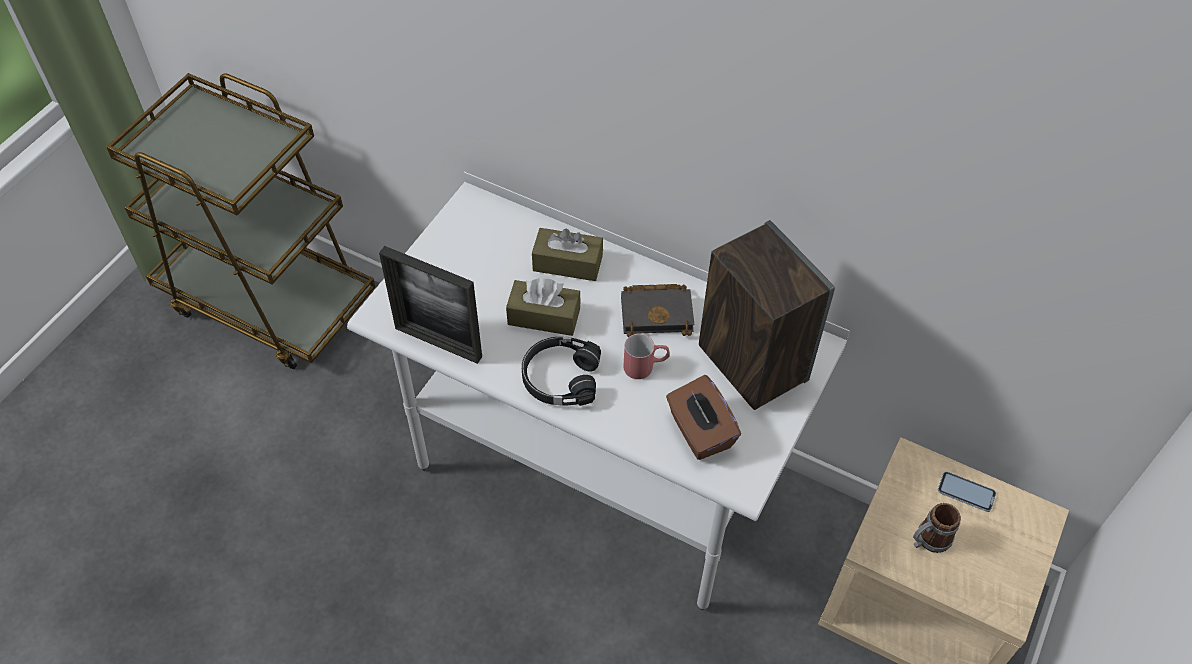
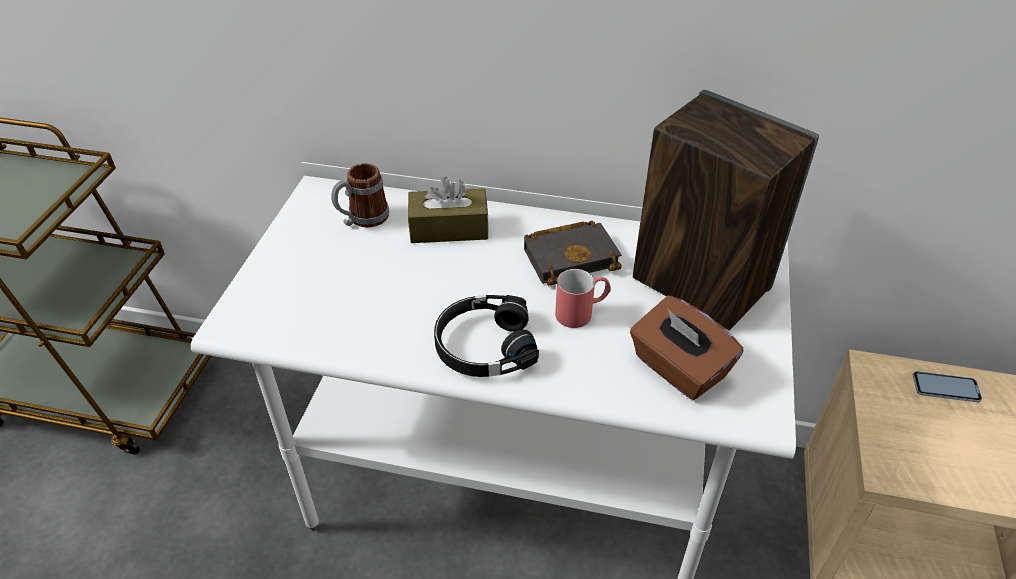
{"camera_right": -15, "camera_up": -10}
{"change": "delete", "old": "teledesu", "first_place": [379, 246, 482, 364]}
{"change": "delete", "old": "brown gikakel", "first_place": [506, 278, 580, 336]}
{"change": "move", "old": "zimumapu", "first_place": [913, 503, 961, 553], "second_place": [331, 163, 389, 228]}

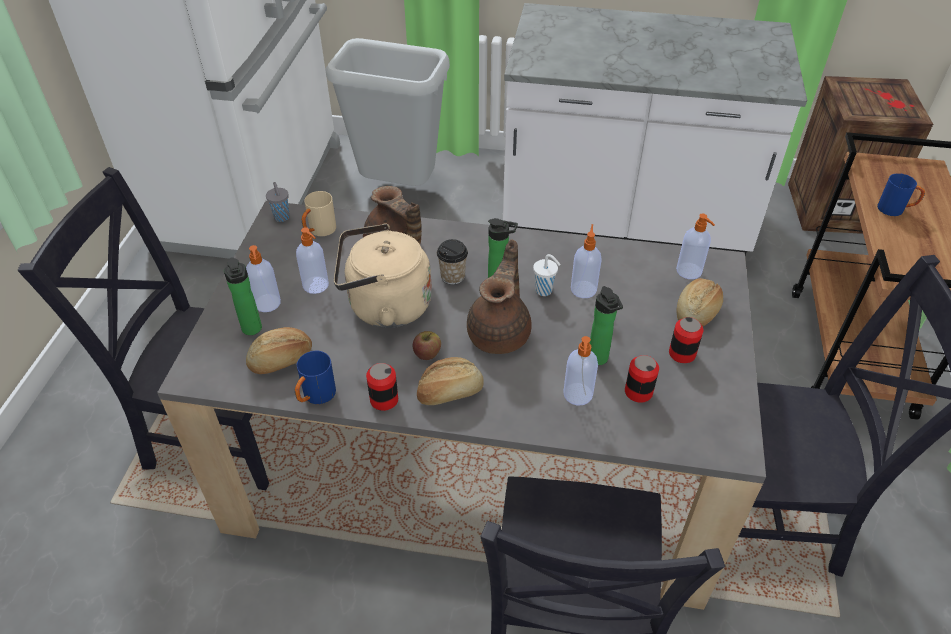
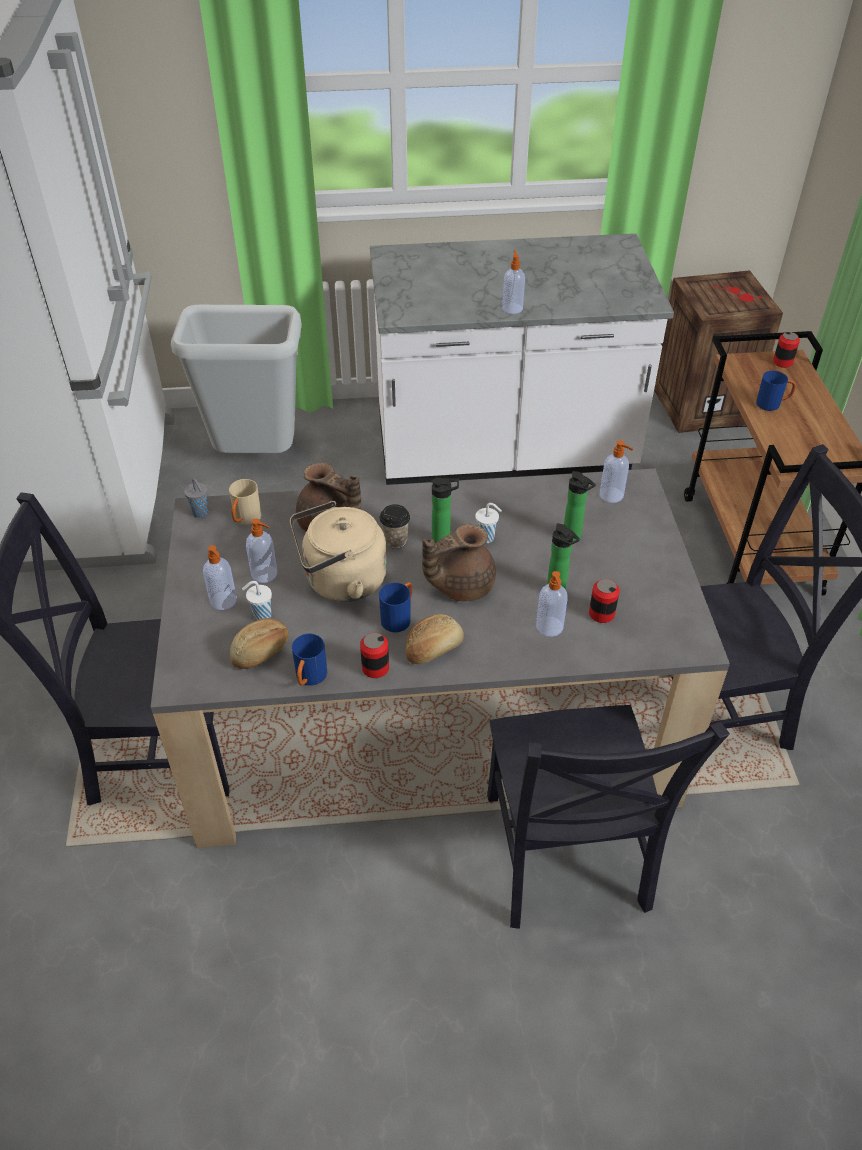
{"camera_right": -15, "camera_up": 0}
{"change": "move", "old": "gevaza", "first_place": [224, 257, 262, 335], "second_place": [564, 471, 596, 542]}
{"change": "replace", "old": "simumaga", "new": "blue zimumapu", "first_place": [413, 331, 441, 360], "second_place": [379, 582, 412, 632]}
{"change": "rotate", "old": "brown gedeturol", "first_place": [467, 239, 532, 354], "second_place": [422, 524, 496, 602], "degrees": -120}
{"change": "move", "old": "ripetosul", "first_place": [571, 224, 602, 298], "second_place": [502, 250, 525, 314]}
{"change": "move", "old": "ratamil", "first_place": [669, 317, 703, 363], "second_place": [773, 332, 800, 368]}
{"change": "delete", "old": "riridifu", "first_place": [677, 278, 723, 326]}
{"change": "insert", "new": "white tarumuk", "second_place": [242, 581, 272, 621]}

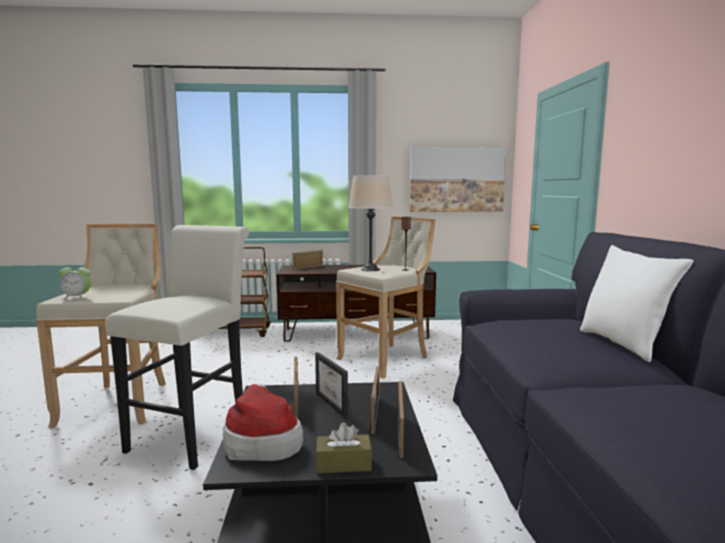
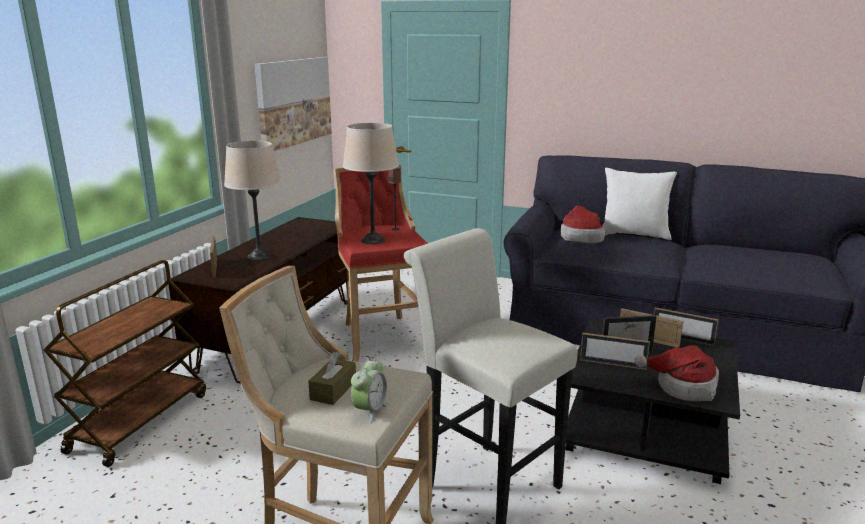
{"camera_right": -65, "camera_up": 10}
{"change": "move", "old": "brown gikakel", "first_place": [316, 422, 372, 474], "second_place": [308, 351, 356, 405]}
{"change": "recolor", "old": "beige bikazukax", "new": "red bikazukax", "first_place": [336, 217, 436, 379], "second_place": [335, 164, 428, 362]}
{"change": "insert", "new": "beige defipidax", "second_place": [224, 141, 281, 260]}
{"change": "insert", "new": "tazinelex", "second_place": [561, 206, 605, 243]}

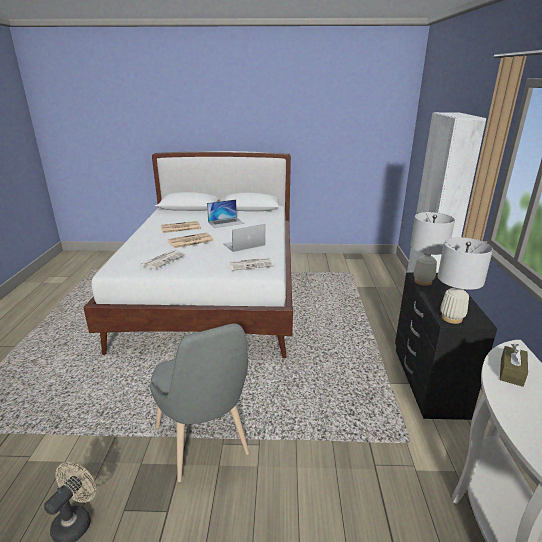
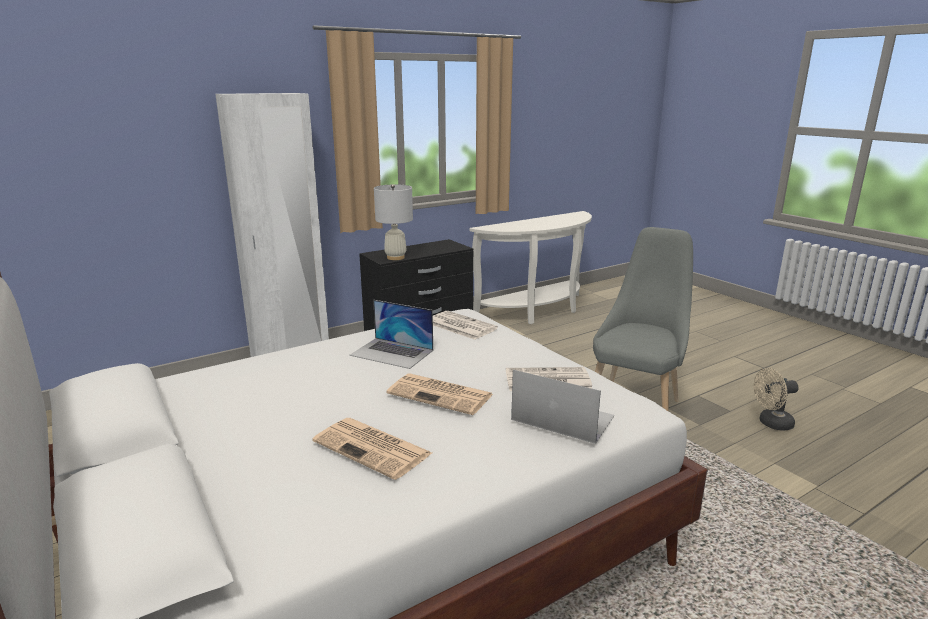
{"camera_right": -125, "camera_up": -5}
{"change": "move", "old": "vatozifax", "first_place": [207, 199, 244, 228], "second_place": [511, 370, 615, 444]}
{"change": "delete", "old": "white defipidax", "first_place": [438, 237, 493, 324]}
{"change": "delete", "old": "brown gikakel", "first_place": [500, 344, 528, 387]}

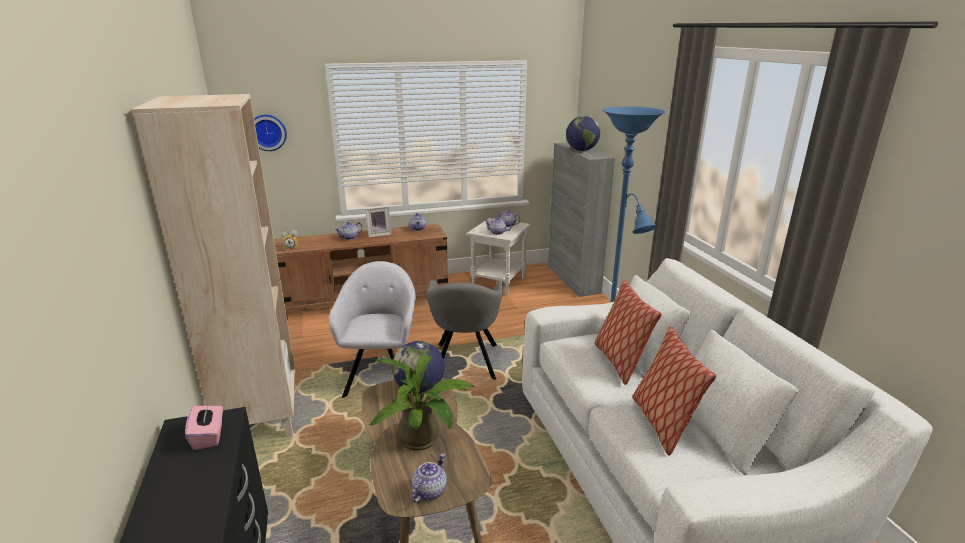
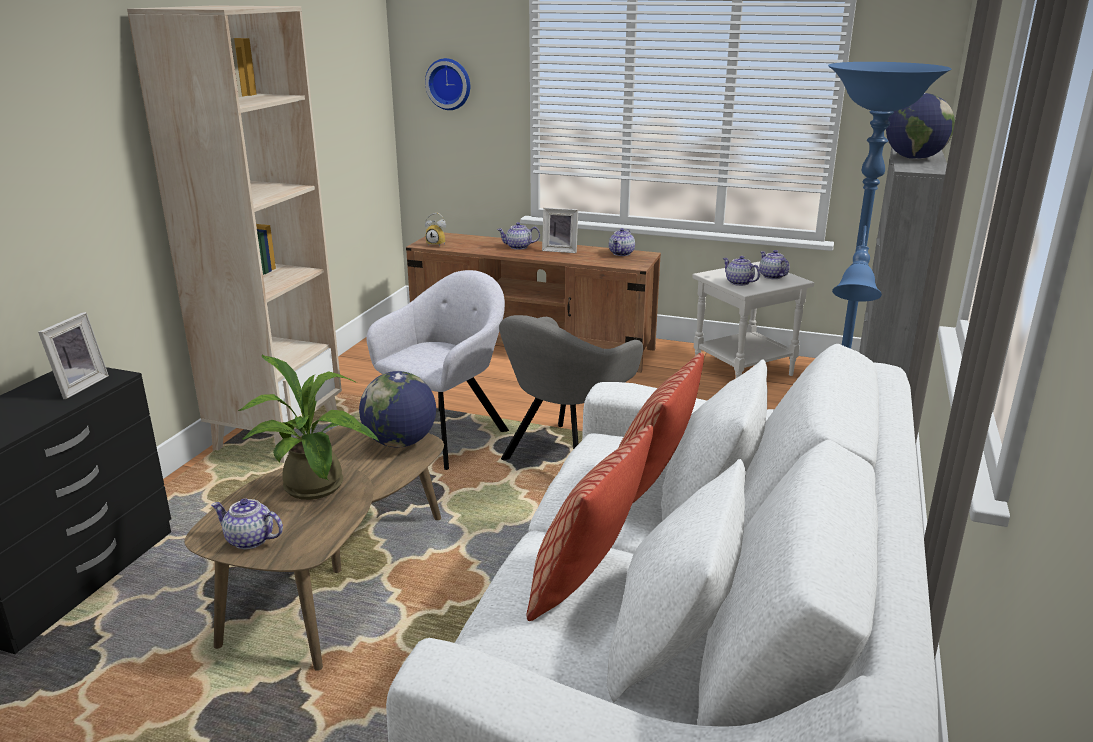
{"camera_right": 35, "camera_up": 0}
{"change": "replace", "old": "pink gikakel", "new": "teledesu", "first_place": [185, 402, 223, 450], "second_place": [38, 312, 109, 399]}
{"change": "rotate", "old": "gedeturol", "first_place": [411, 454, 447, 503], "second_place": [211, 498, 283, 549], "degrees": -135}

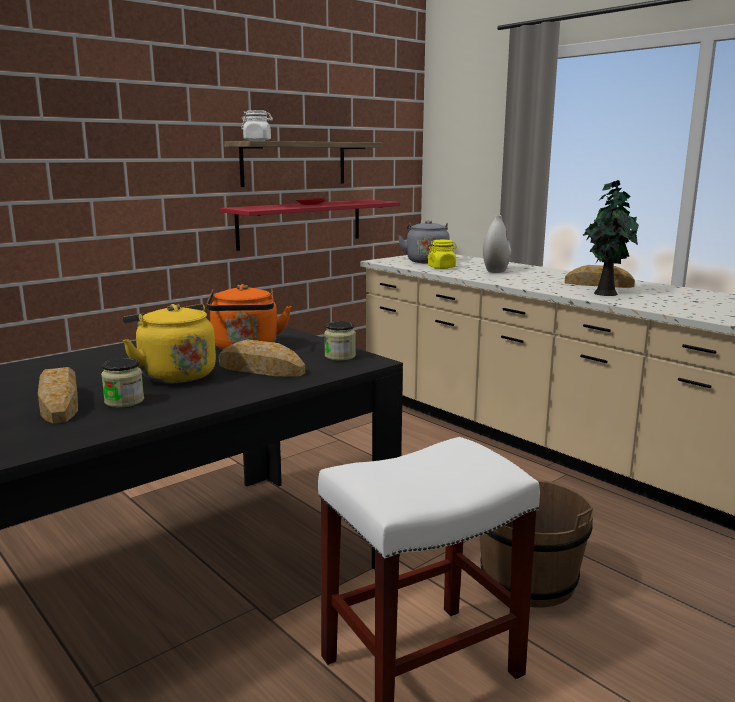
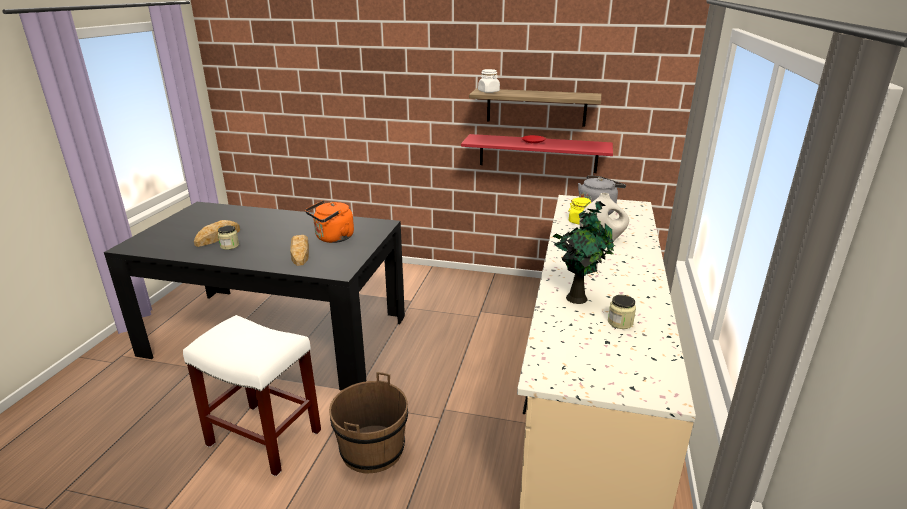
{"camera_right": 55, "camera_up": 10}
{"change": "delete", "old": "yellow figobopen", "first_place": [122, 304, 216, 383]}
{"change": "move", "old": "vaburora", "first_place": [324, 321, 356, 361], "second_place": [608, 295, 636, 329]}
{"change": "delete", "old": "riridifu", "first_place": [565, 265, 635, 288]}

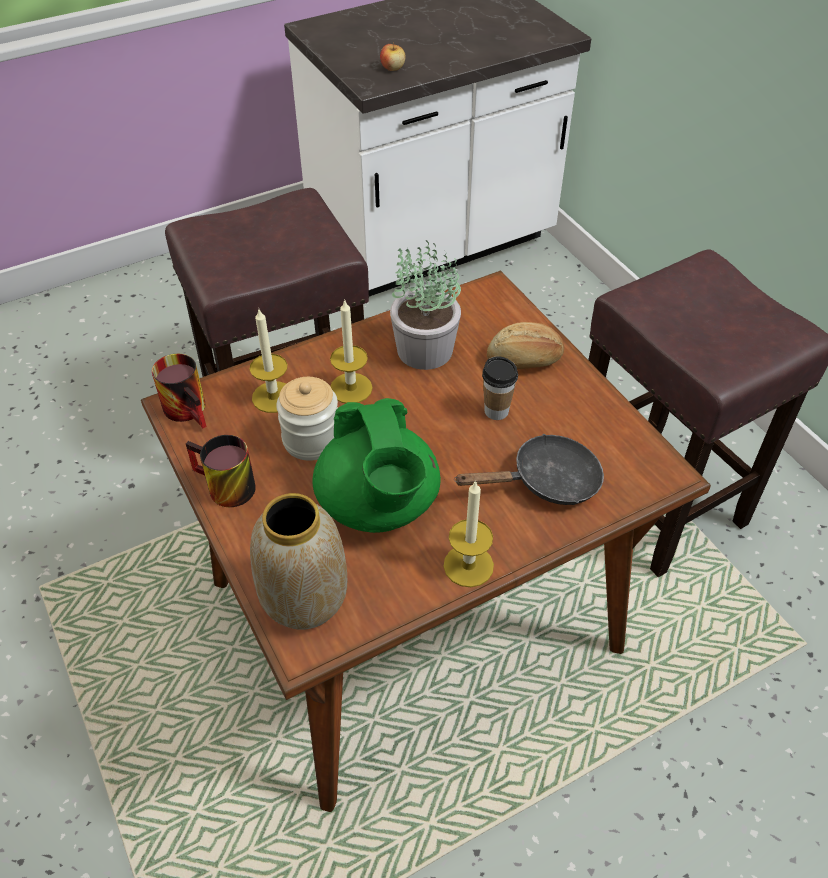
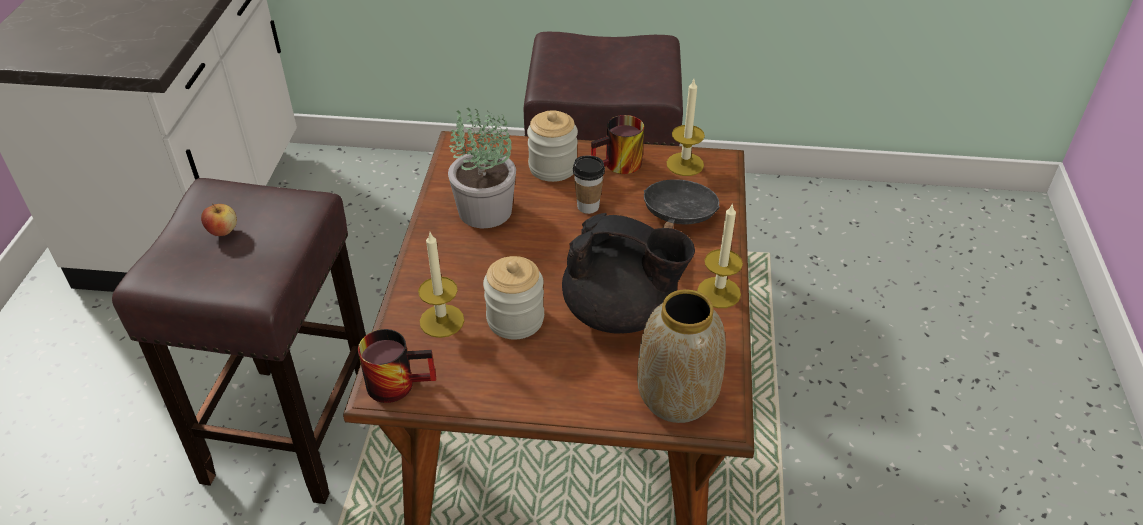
{"camera_right": -55, "camera_up": -5}
{"change": "move", "old": "zimumapu", "first_place": [186, 435, 256, 507], "second_place": [591, 115, 644, 174]}
{"change": "recolor", "old": "green gedeturol", "new": "black gedeturol", "first_place": [313, 398, 441, 533], "second_place": [562, 213, 695, 333]}
{"change": "move", "old": "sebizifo", "first_place": [330, 299, 373, 403], "second_place": [667, 79, 705, 176]}
{"change": "move", "old": "simumaga", "first_place": [380, 42, 406, 71], "second_place": [201, 203, 237, 236]}
{"change": "replace", "old": "riridifu", "new": "vaburora", "first_place": [487, 322, 565, 369], "second_place": [527, 110, 578, 182]}

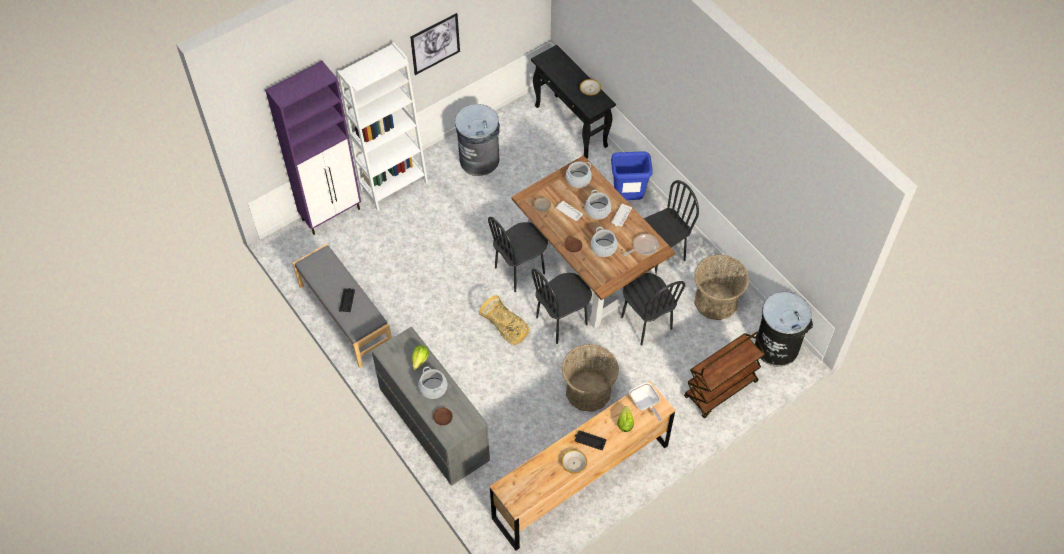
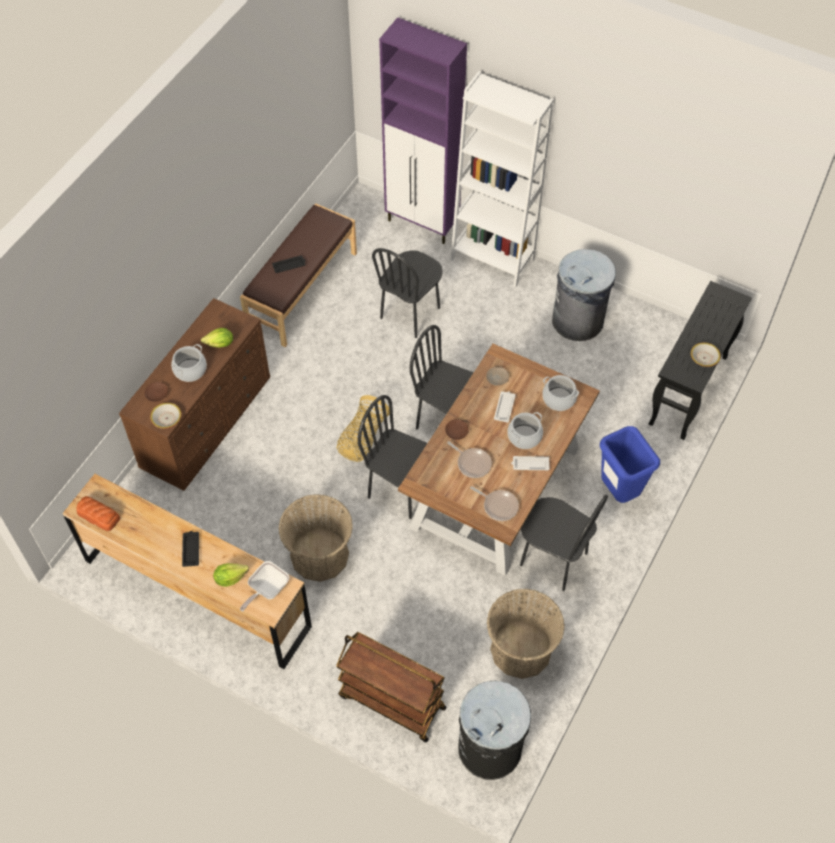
{"camera_right": 65, "camera_up": 0}
{"change": "recolor", "old": "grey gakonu", "new": "brown gakonu", "first_place": [293, 244, 392, 368], "second_place": [240, 203, 357, 347]}
{"change": "recolor", "old": "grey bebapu", "new": "brown bebapu", "first_place": [372, 326, 490, 486], "second_place": [119, 298, 270, 491]}
{"change": "delete", "old": "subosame", "first_place": [410, 13, 460, 75]}
{"change": "move", "old": "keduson", "first_place": [561, 450, 587, 474], "second_place": [150, 403, 181, 429]}
{"change": "replace", "old": "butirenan", "new": "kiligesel", "first_place": [591, 227, 618, 257], "second_place": [447, 441, 492, 478]}
{"change": "move", "old": "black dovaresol", "first_place": [621, 273, 685, 346], "second_place": [372, 248, 443, 338]}
{"change": "insert", "new": "riridifu", "second_place": [77, 496, 120, 531]}

